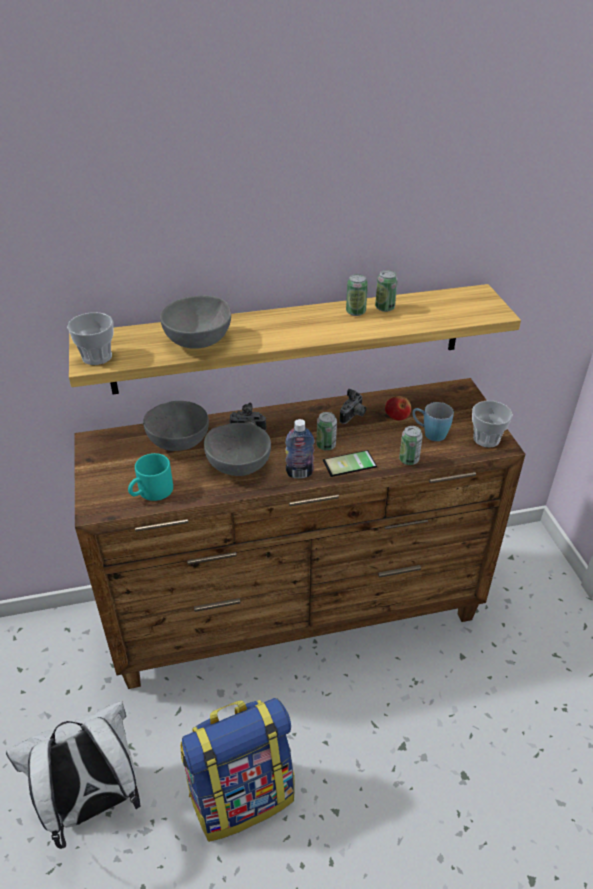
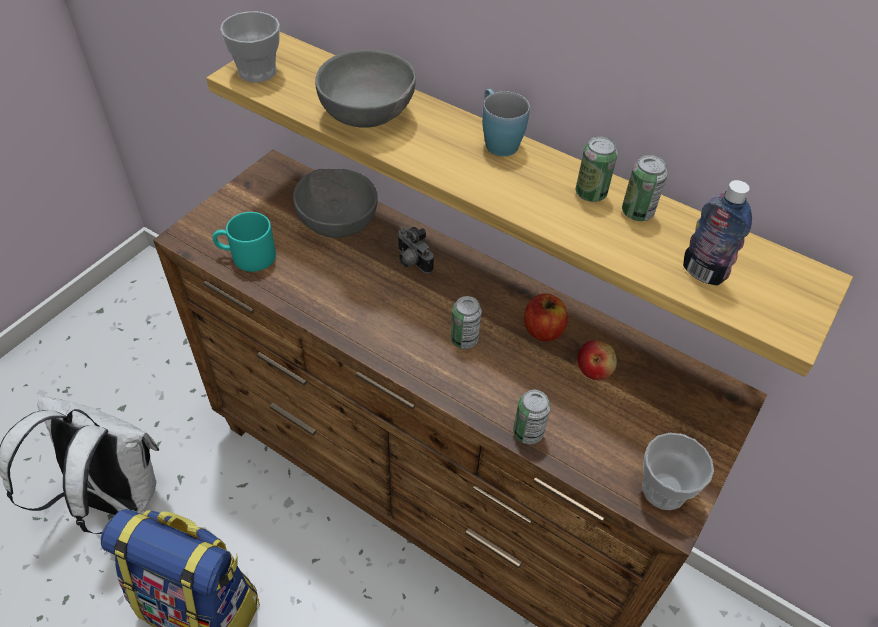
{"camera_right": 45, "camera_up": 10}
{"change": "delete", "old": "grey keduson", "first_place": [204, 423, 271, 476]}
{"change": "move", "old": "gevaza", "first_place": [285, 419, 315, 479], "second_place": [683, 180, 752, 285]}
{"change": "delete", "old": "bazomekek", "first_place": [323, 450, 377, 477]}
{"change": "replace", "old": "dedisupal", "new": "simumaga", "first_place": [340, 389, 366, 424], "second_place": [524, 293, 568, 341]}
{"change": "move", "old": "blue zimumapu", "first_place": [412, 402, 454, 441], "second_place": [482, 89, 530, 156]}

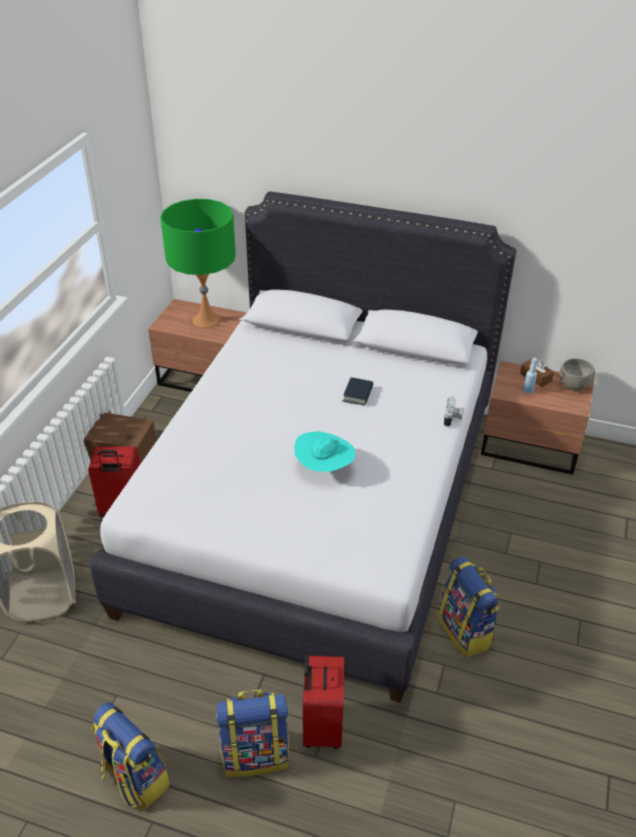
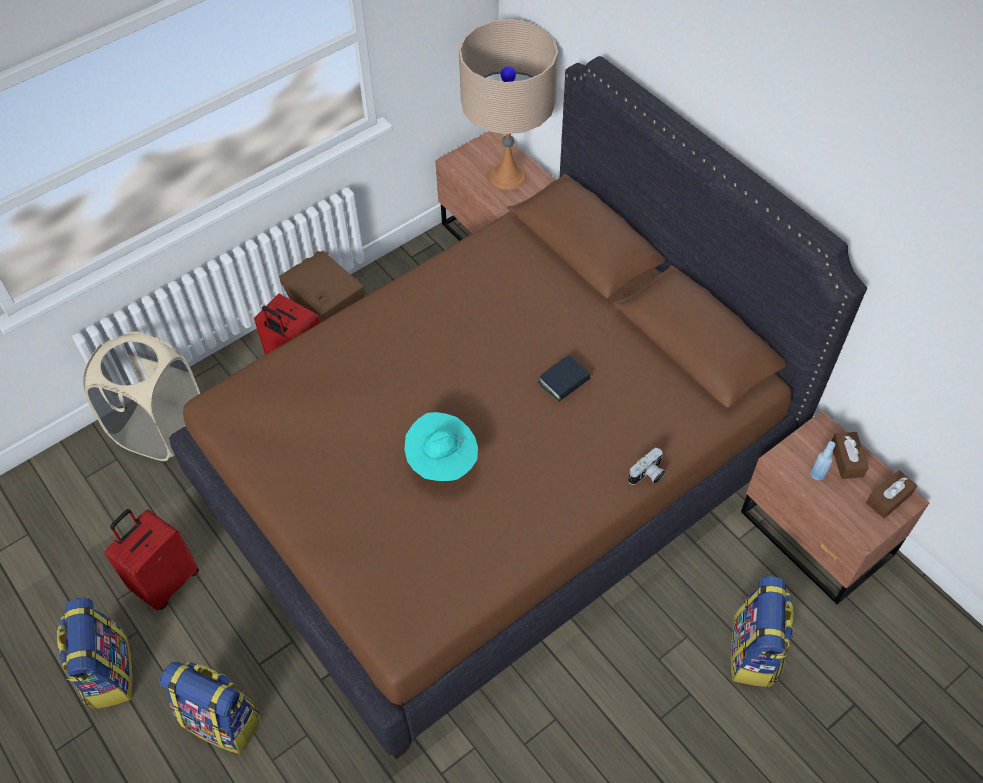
{"camera_right": 35, "camera_up": 15}
{"change": "recolor", "old": "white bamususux", "new": "brown bamususux", "first_place": [90, 191, 517, 703], "second_place": [169, 56, 867, 759]}
{"change": "recolor", "old": "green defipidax", "new": "beige defipidax", "first_place": [160, 199, 236, 328], "second_place": [459, 19, 558, 190]}
{"change": "move", "old": "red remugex", "first_place": [303, 654, 344, 749], "second_place": [104, 509, 199, 610]}
{"change": "move", "old": "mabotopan", "first_place": [437, 556, 500, 657], "second_place": [730, 576, 794, 687]}
{"change": "replace", "old": "grey keduson", "new": "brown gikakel", "first_place": [559, 359, 595, 391], "second_place": [866, 470, 917, 518]}

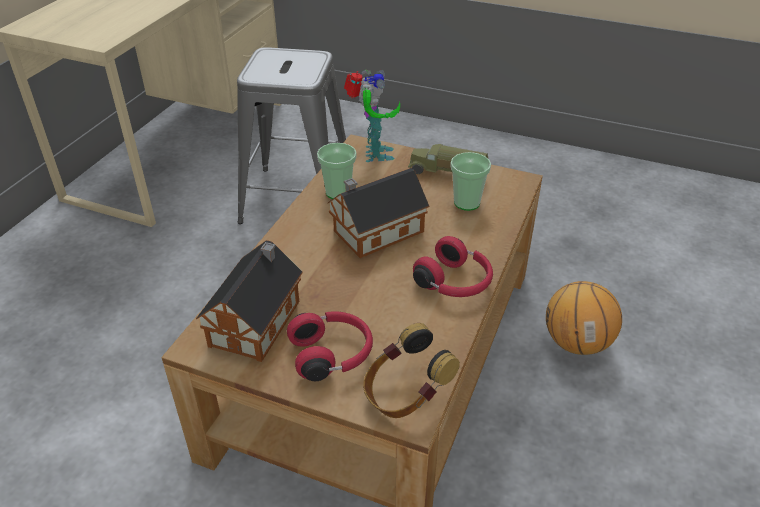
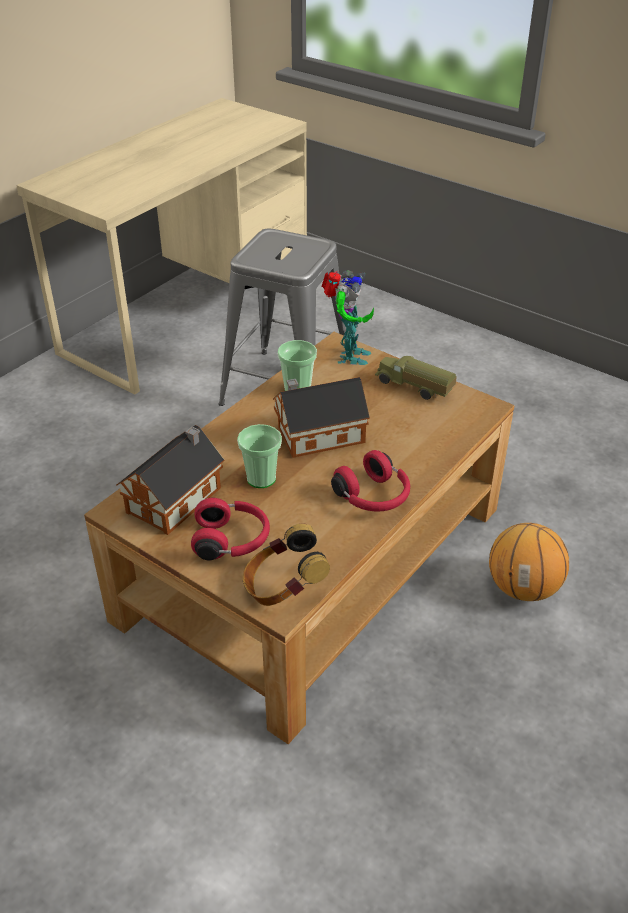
{"camera_right": 15, "camera_up": 0}
{"change": "move", "old": "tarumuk", "first_place": [450, 152, 491, 211], "second_place": [237, 424, 282, 488]}

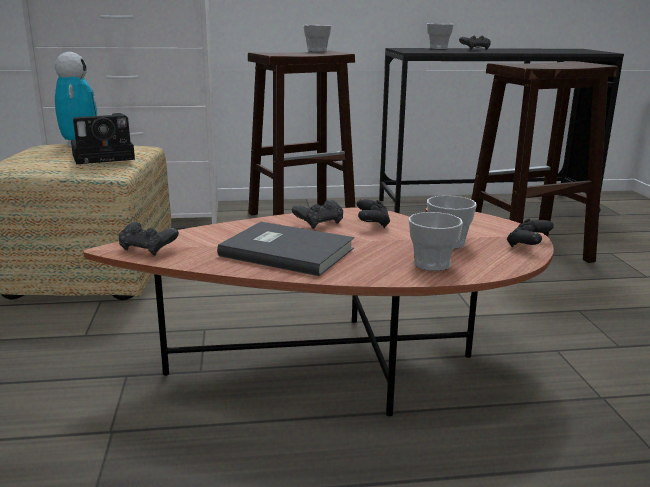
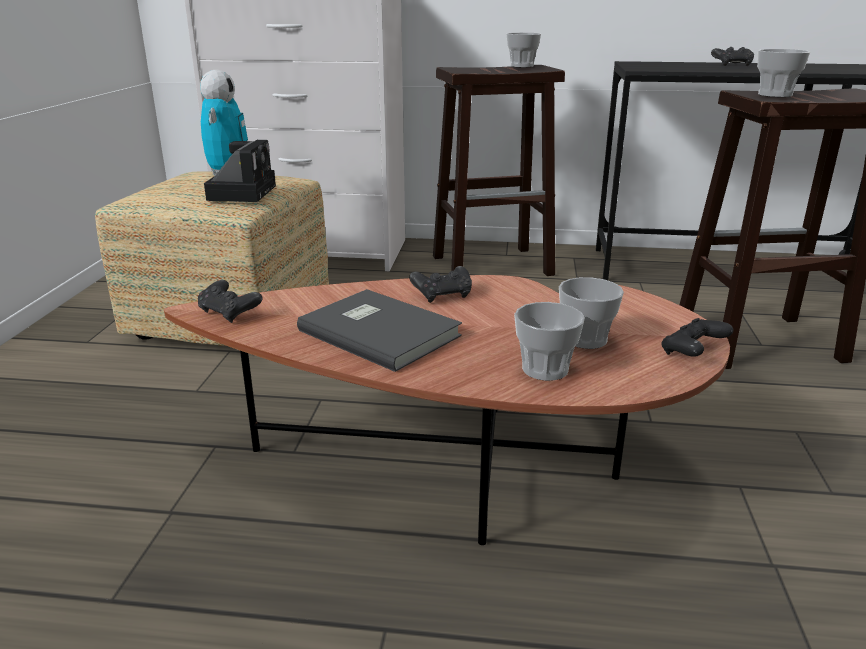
{"camera_right": 15, "camera_up": 5}
{"change": "rotate", "old": "dedisupal", "first_place": [71, 113, 135, 164], "second_place": [204, 140, 276, 202], "degrees": -75}
{"change": "delete", "old": "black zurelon", "first_place": [357, 199, 390, 228]}
{"change": "move", "old": "tarumuk", "first_place": [427, 23, 454, 49], "second_place": [757, 49, 810, 97]}

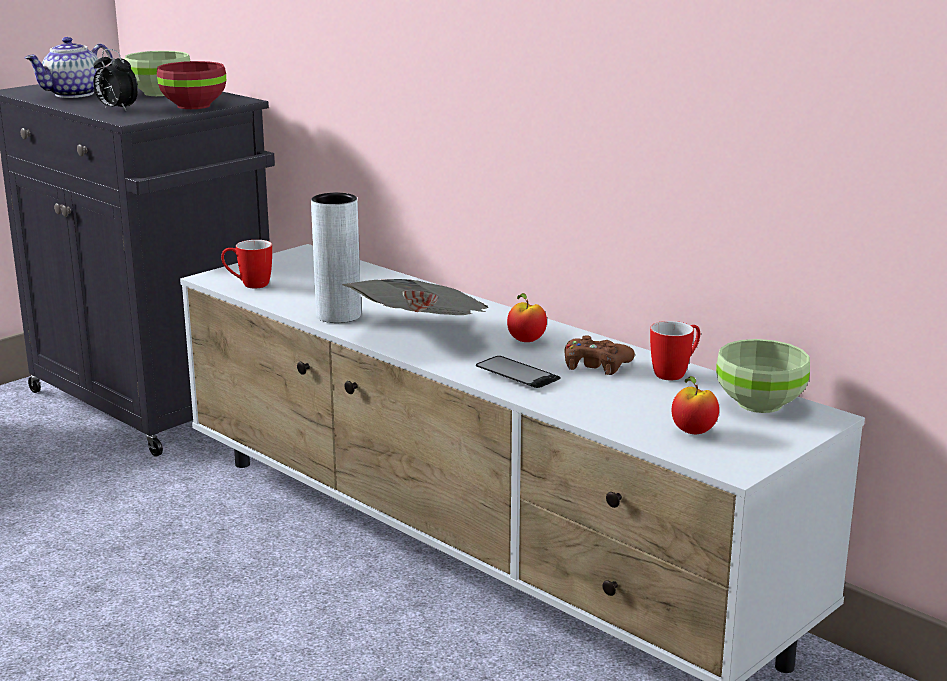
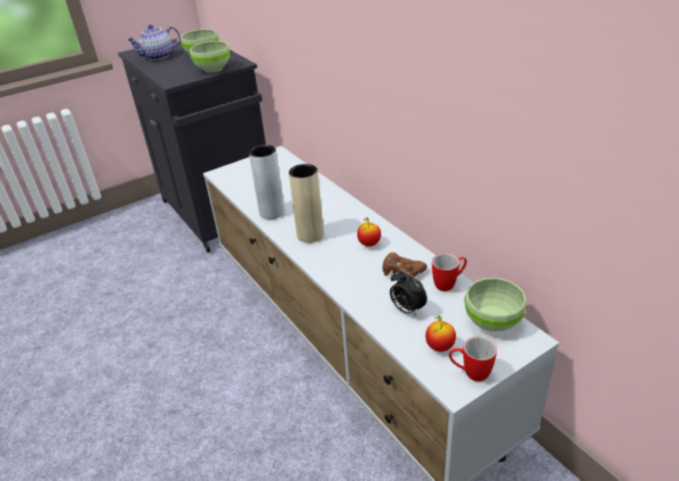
{"camera_right": 15, "camera_up": 15}
{"change": "move", "old": "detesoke", "first_place": [93, 49, 138, 111], "second_place": [390, 270, 427, 316]}
{"change": "recolor", "old": "red keduson", "new": "green keduson", "first_place": [157, 61, 226, 109], "second_place": [190, 41, 230, 73]}
{"change": "move", "old": "zimumapu", "first_place": [221, 240, 272, 288], "second_place": [449, 336, 497, 382]}
{"change": "replace", "old": "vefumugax", "new": "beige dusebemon", "first_place": [341, 279, 488, 315], "second_place": [289, 164, 324, 243]}
{"change": "delete", "old": "bazomekek", "first_place": [476, 356, 561, 388]}

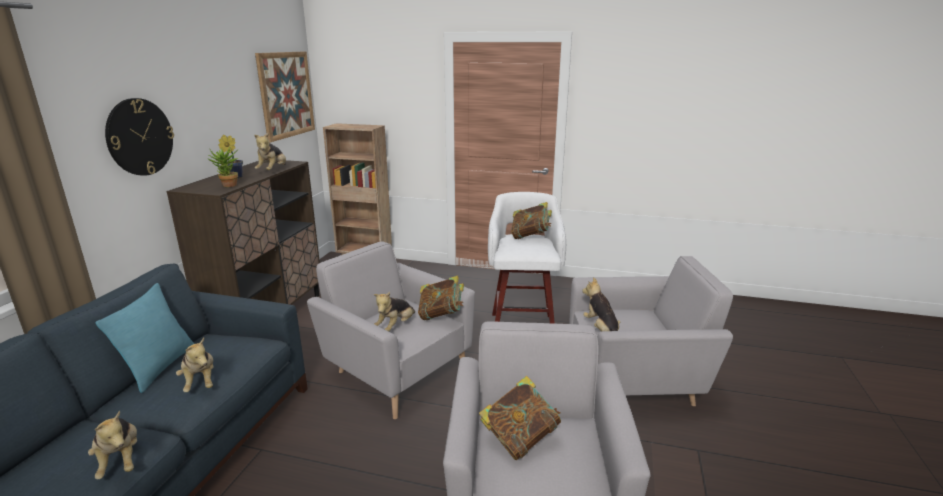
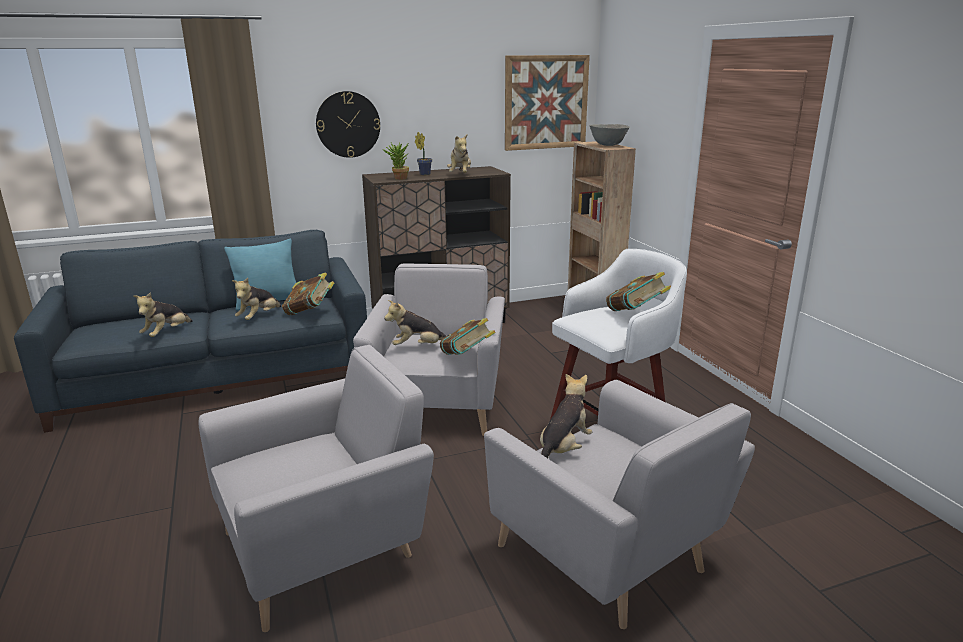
{"camera_right": 55, "camera_up": 0}
{"change": "rotate", "old": "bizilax", "first_place": [254, 133, 286, 170], "second_place": [447, 135, 471, 173], "degrees": -60}
{"change": "move", "old": "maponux", "first_place": [479, 376, 561, 460], "second_place": [282, 272, 334, 315]}
{"change": "insert", "new": "grey keduson", "second_place": [590, 124, 630, 146]}

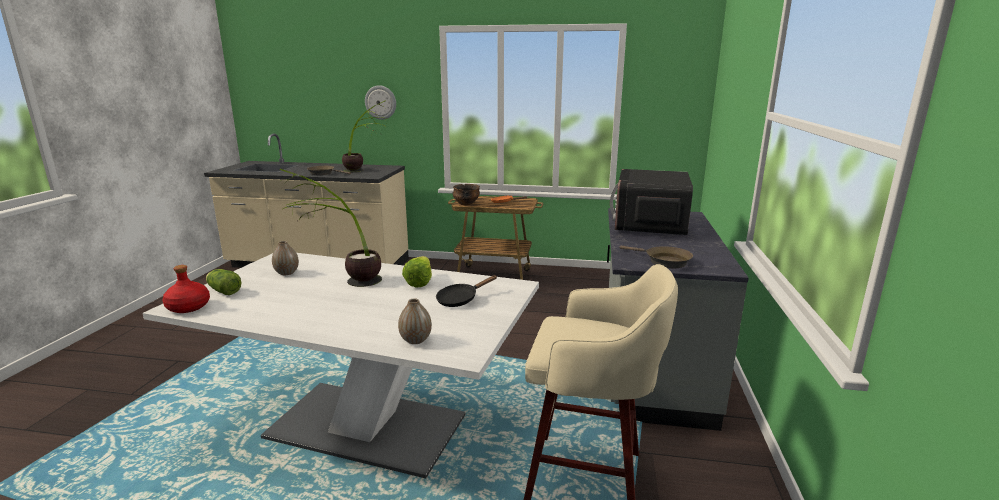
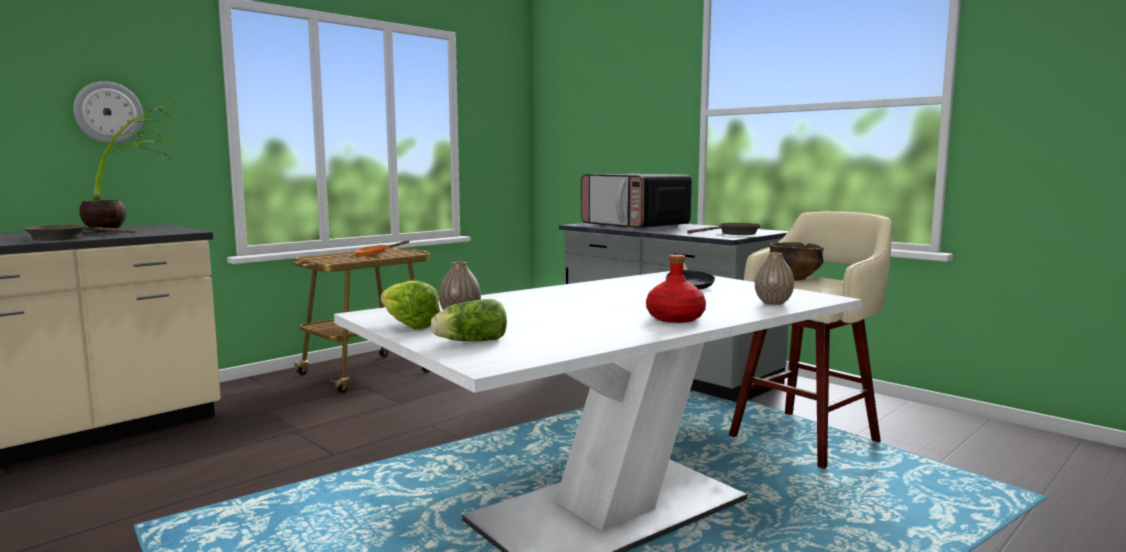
{"camera_right": -55, "camera_up": -10}
{"change": "move", "old": "red gevaza", "first_place": [162, 265, 210, 313], "second_place": [646, 254, 706, 323]}
{"change": "delete", "old": "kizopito", "first_place": [279, 169, 382, 287]}
{"change": "move", "old": "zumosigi", "first_place": [402, 256, 432, 288], "second_place": [381, 281, 440, 330]}
{"change": "move", "old": "keduson", "first_place": [453, 184, 480, 205], "second_place": [769, 242, 824, 281]}

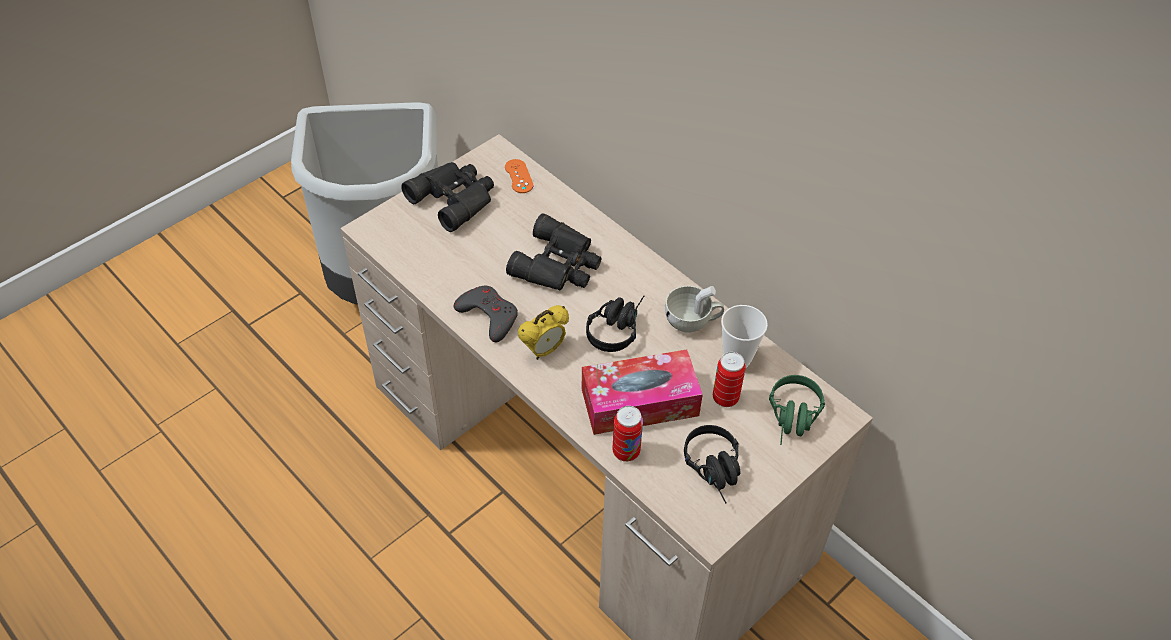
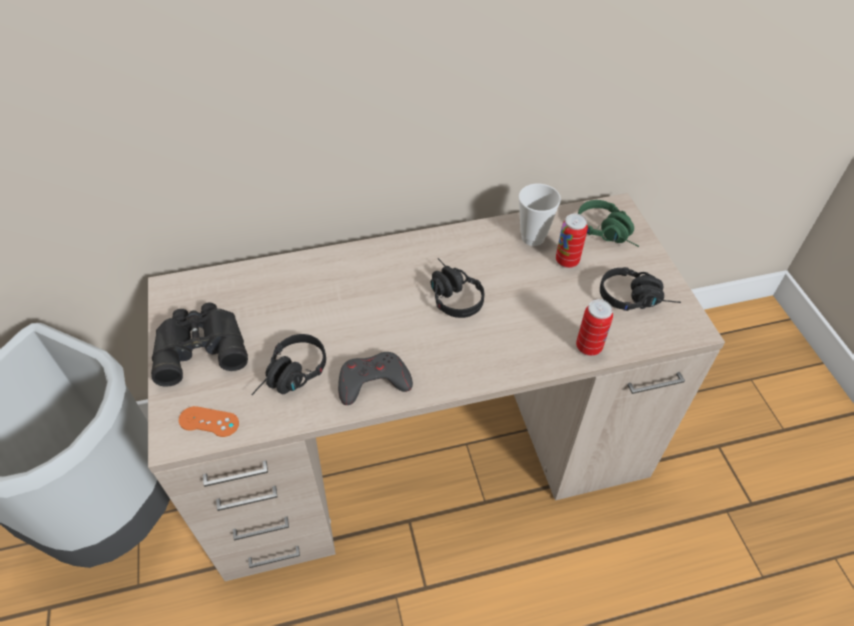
{"camera_right": -60, "camera_up": 0}
{"change": "move", "old": "orange zurelon", "first_place": [505, 159, 534, 193], "second_place": [179, 406, 239, 437]}
{"change": "delete", "old": "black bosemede", "first_place": [506, 213, 602, 291]}
{"change": "delete", "old": "detesoke", "first_place": [518, 305, 569, 360]}
{"change": "delete", "old": "gikakel", "first_place": [581, 350, 703, 435]}
{"change": "delete", "old": "white tarumuk", "first_place": [665, 286, 724, 333]}
{"change": "insert", "new": "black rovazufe", "second_place": [251, 334, 326, 395]}

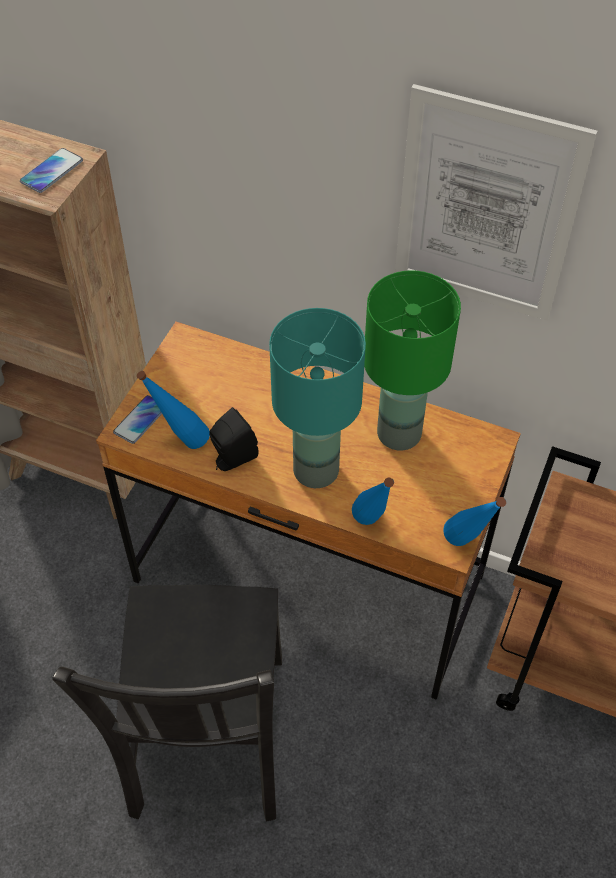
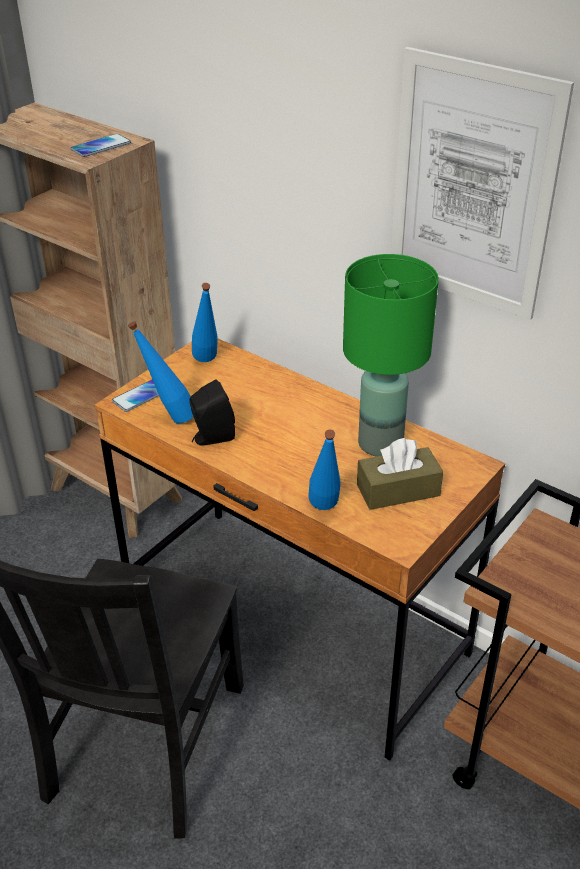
{"camera_right": 15, "camera_up": -15}
{"change": "delete", "old": "turquoise defipidax", "first_place": [269, 308, 366, 488]}
{"change": "move", "old": "blue gevaza", "first_place": [443, 497, 506, 546], "second_place": [192, 283, 218, 362]}
{"change": "insert", "new": "brown gikakel", "second_place": [357, 438, 443, 510]}

